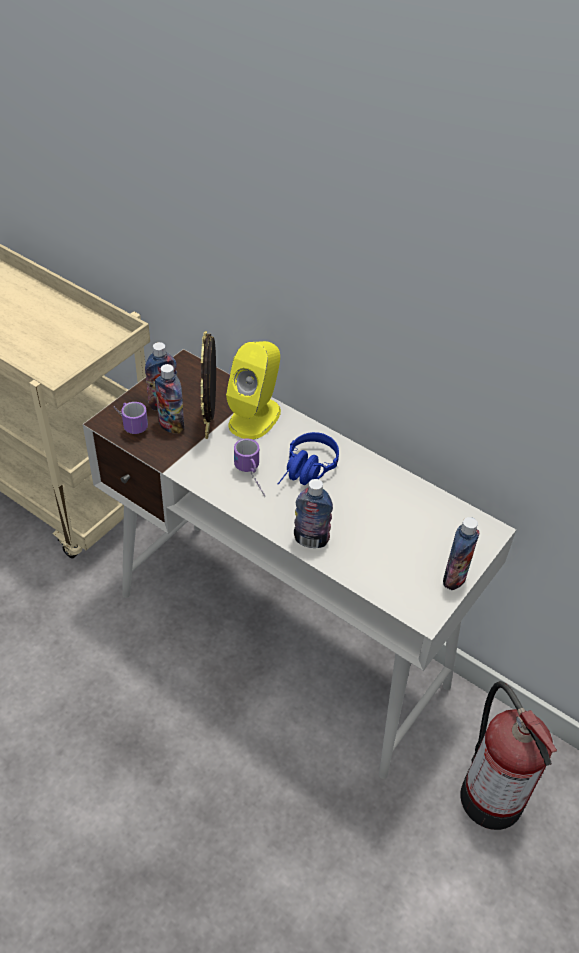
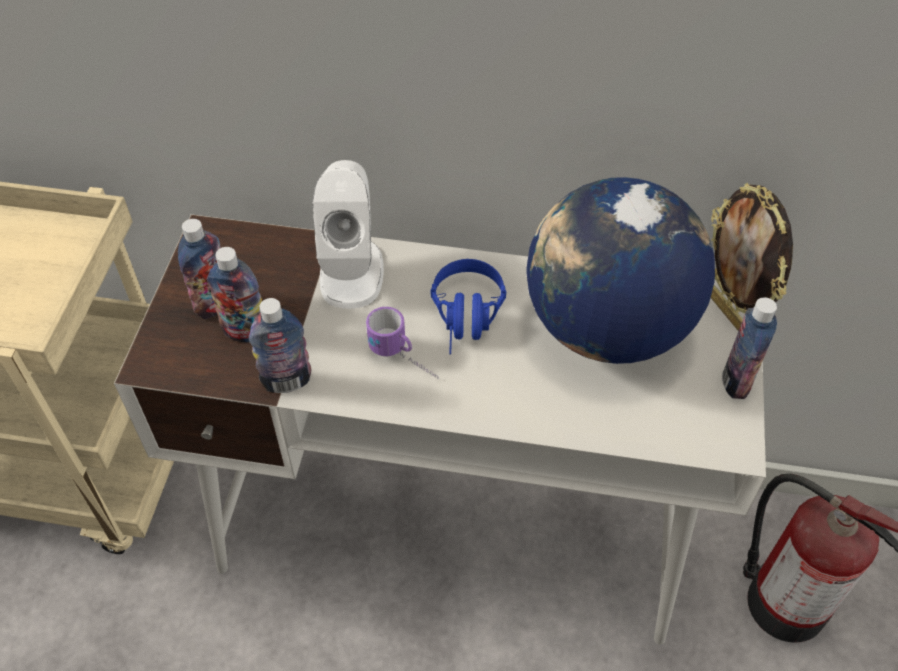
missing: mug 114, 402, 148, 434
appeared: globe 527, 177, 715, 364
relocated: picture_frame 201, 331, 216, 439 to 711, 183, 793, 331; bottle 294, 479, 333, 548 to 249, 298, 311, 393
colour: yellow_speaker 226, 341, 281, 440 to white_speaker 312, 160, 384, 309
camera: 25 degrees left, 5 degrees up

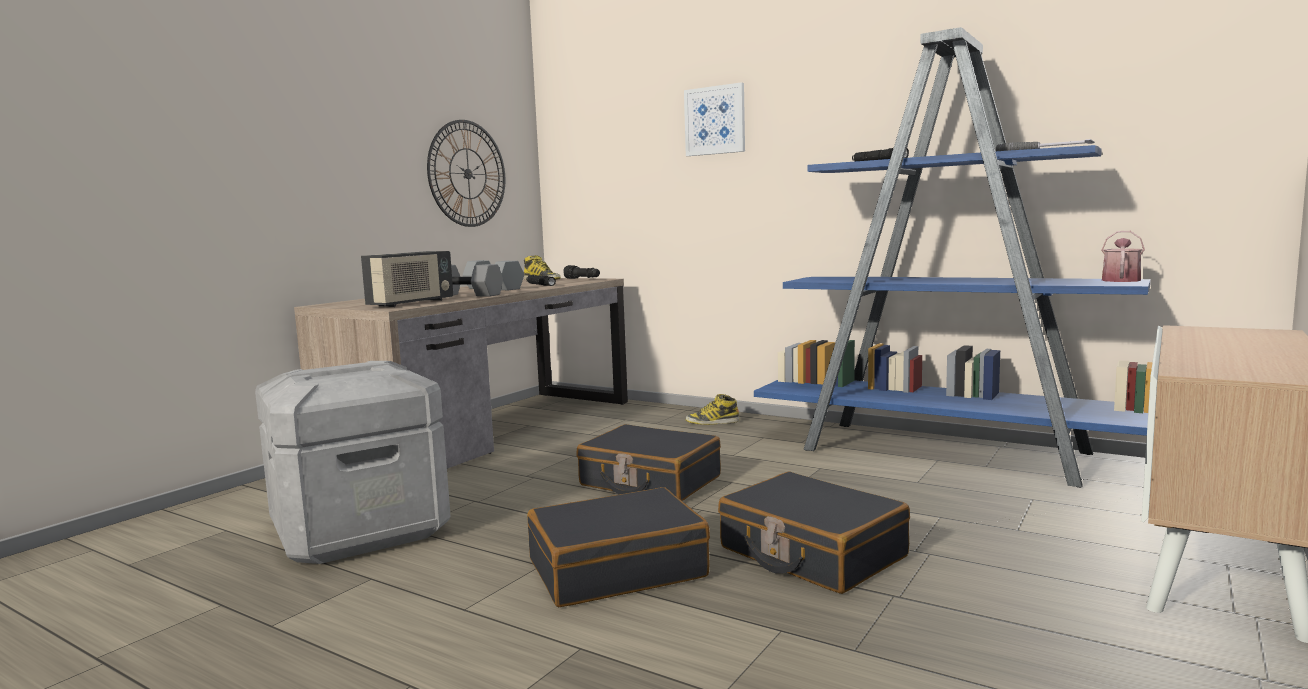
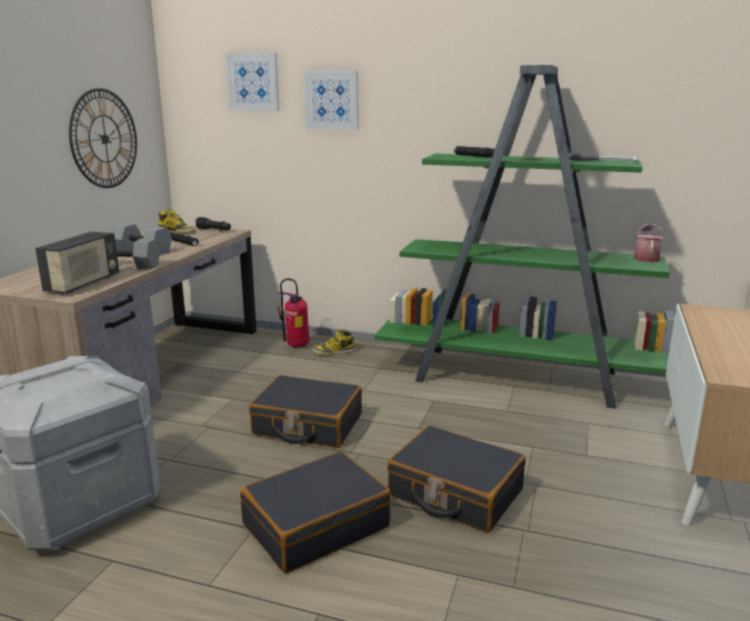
appeared: picture 226, 53, 279, 111; fire_extinguisher 277, 278, 310, 347
colour: blue_bookcase 754, 27, 1152, 488 to green_bookcase 375, 65, 674, 409
camera: 15 degrees left, 10 degrees up

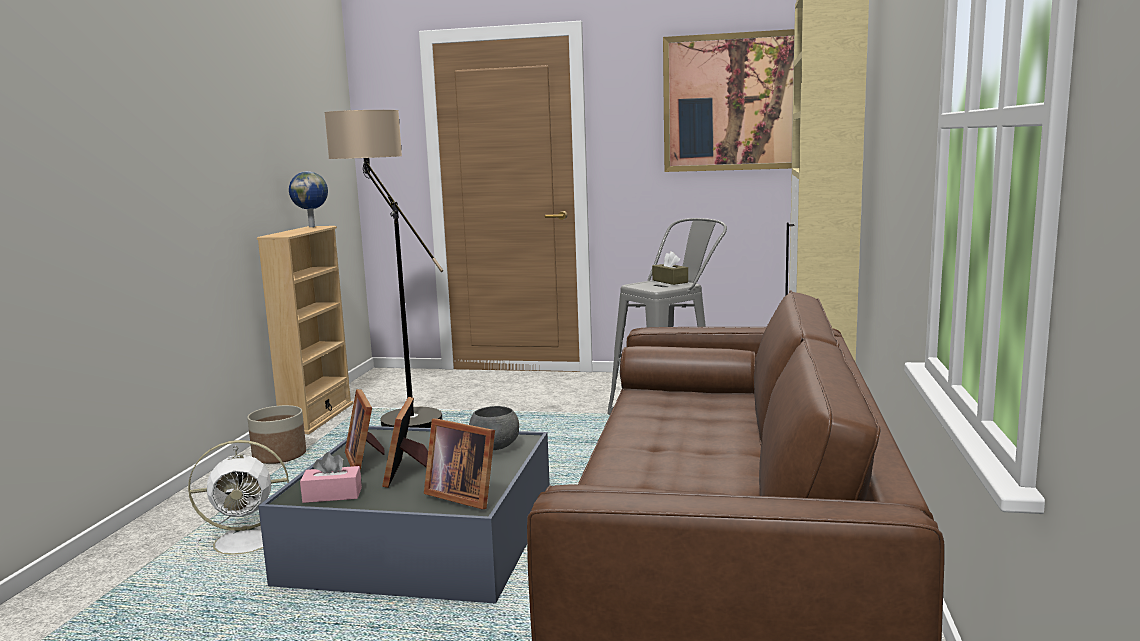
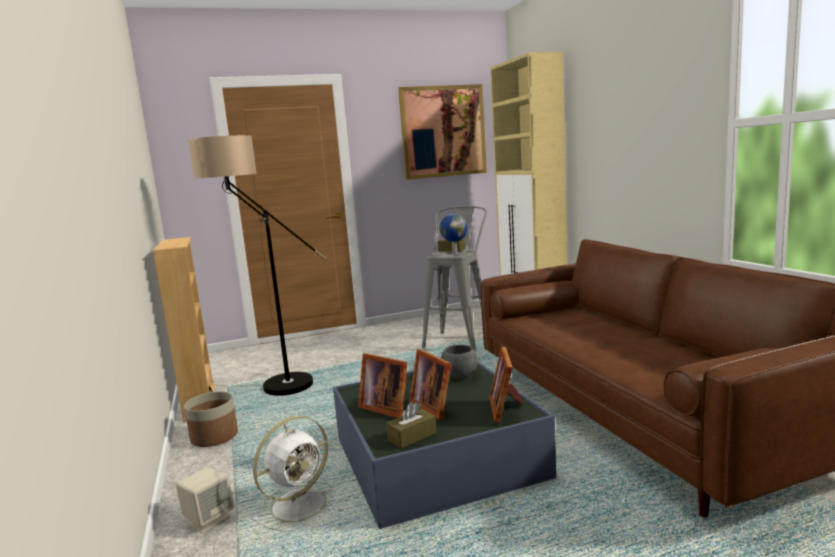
appeared: beige_speaker 176, 467, 234, 534
relocated: globe 289, 171, 328, 227 to 439, 214, 468, 255
colour: pink_tissue_box 300, 452, 362, 503 to brown_tissue_box 386, 402, 437, 449
spun: picture_frame 424, 418, 495, 509 = 490, 347, 522, 423 90 degrees clockwise
camera: 30 degrees left, 0 degrees up

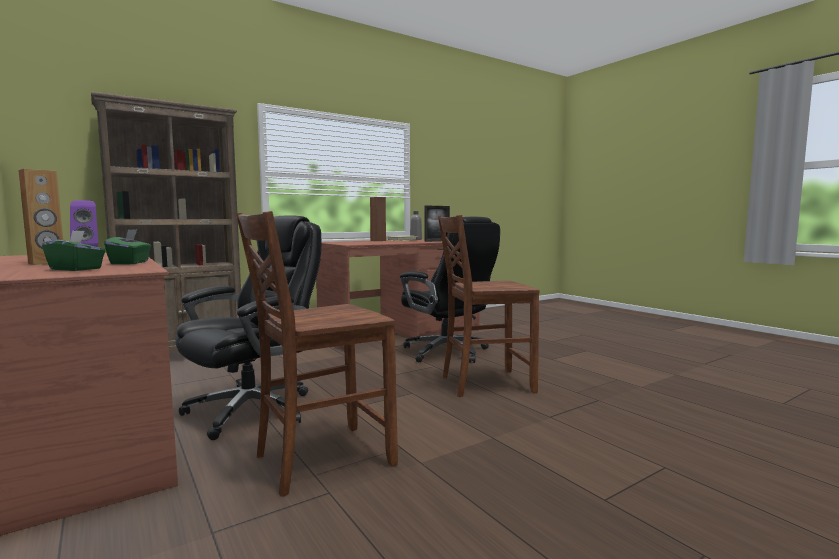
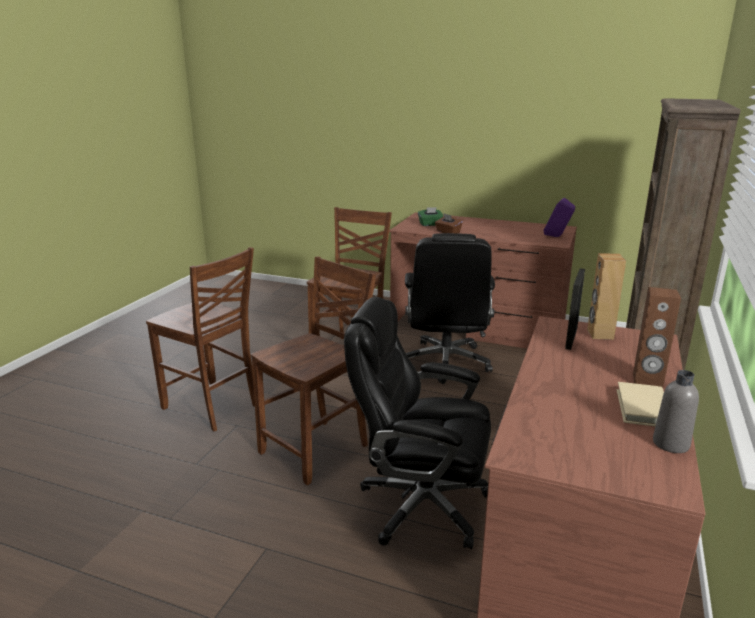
appeared: brown_chair 146, 247, 255, 431
relocated: brown_speaker 18, 169, 63, 265 to 587, 253, 626, 340; picture_frame 425, 206, 450, 242 to 565, 268, 585, 350
colour: green_tissue_box 104, 229, 151, 264 to brown_tissue_box 435, 213, 463, 233
camera: 145 degrees right, 15 degrees up

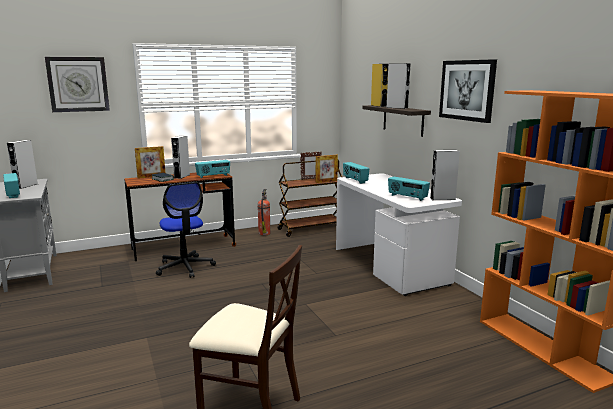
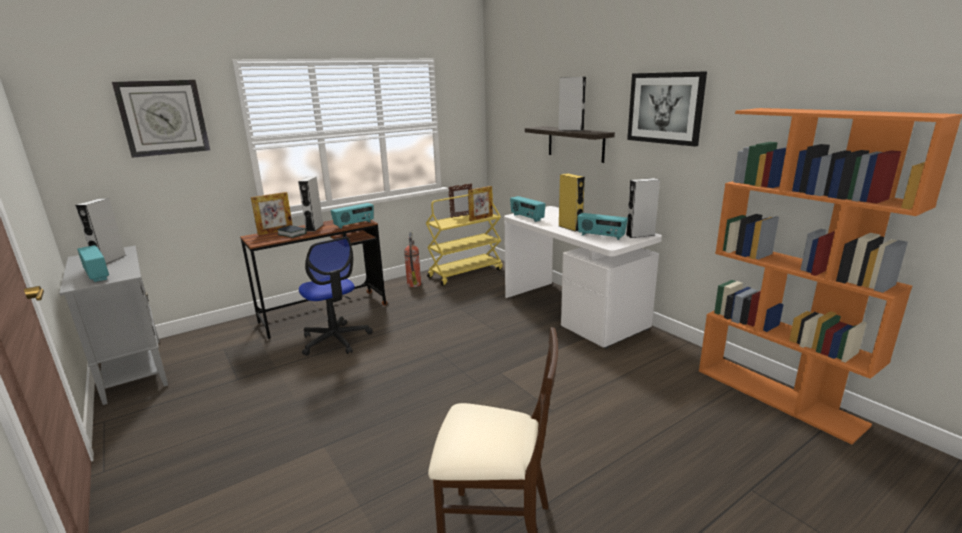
relocated: yellow_speaker 371, 64, 388, 107 to 559, 173, 585, 232
colour: brown_cart 277, 160, 342, 237 to yellow_cart 426, 193, 502, 286
camera: 10 degrees left, 5 degrees up

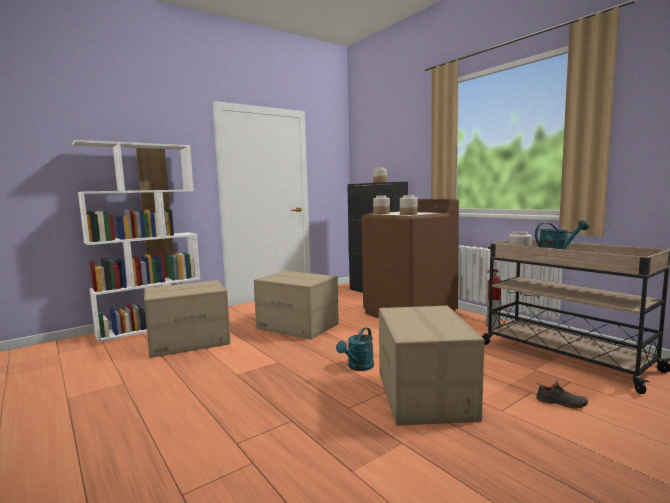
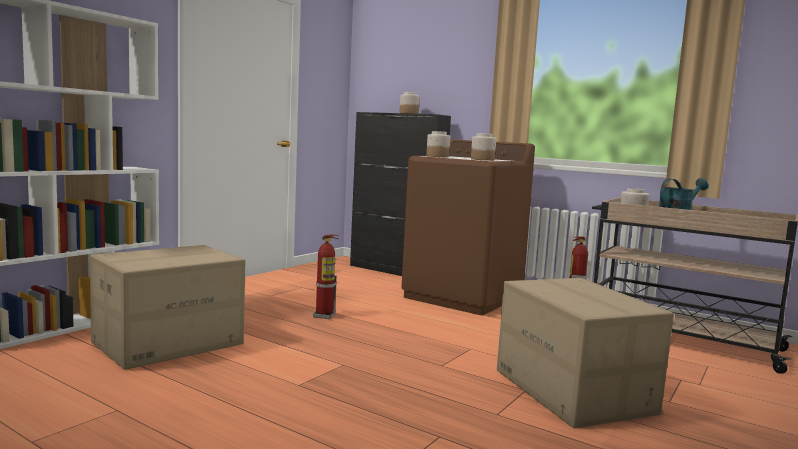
missing: turquoise_watering_can 336, 327, 374, 371; black_shoe 536, 379, 588, 409
exchanged: cardboard_box 254, 271, 339, 340 to fire_extinguisher 313, 234, 339, 319
camera: 20 degrees left, 0 degrees up

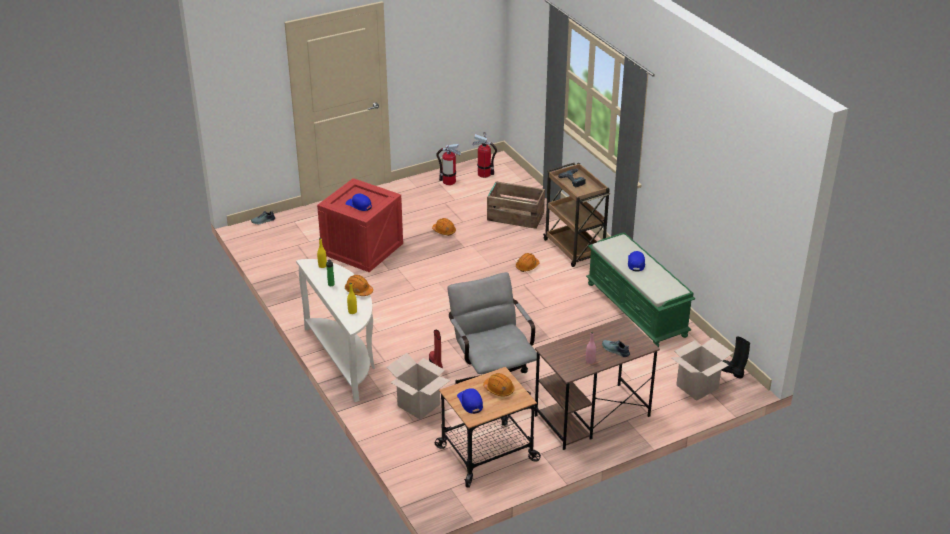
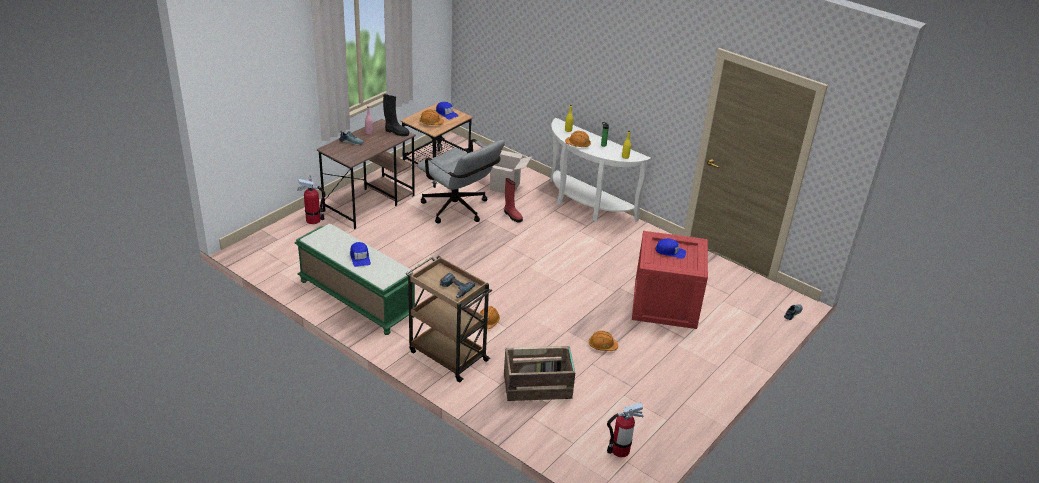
missing: cardboard_box 670, 338, 733, 401
relocated: fire_extinguisher 436, 144, 461, 185 to 297, 176, 326, 224; black_boot 722, 337, 750, 378 to 383, 94, 409, 136
camera: 155 degrees right, 0 degrees up

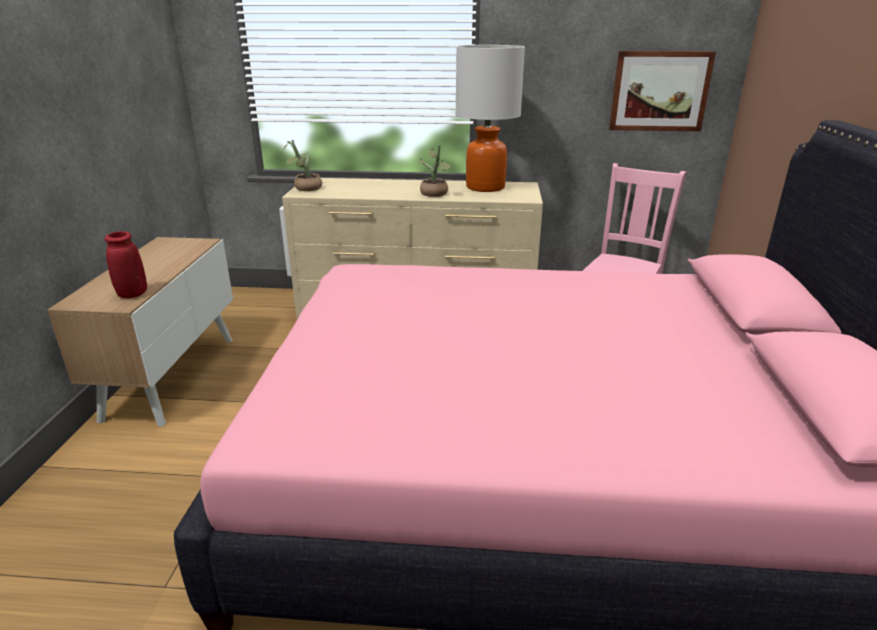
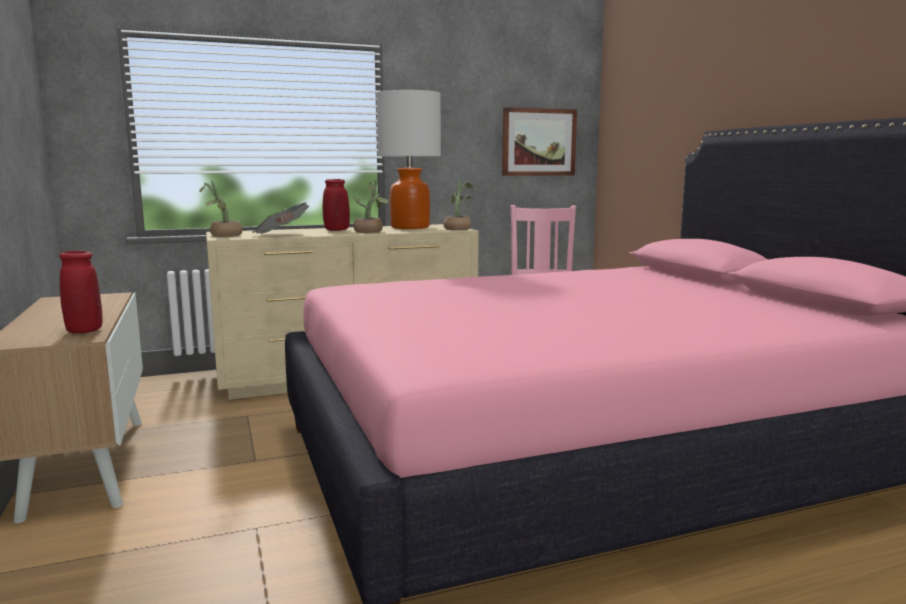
appeared: newspaper 252, 202, 309, 234; red_vase 323, 179, 350, 231; potted_plant 443, 179, 473, 230
camera: 25 degrees left, 15 degrees down

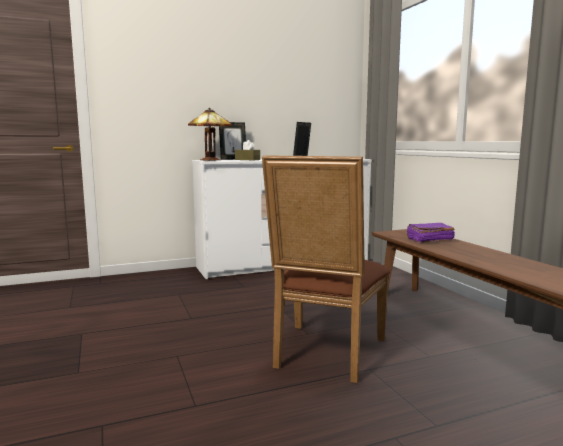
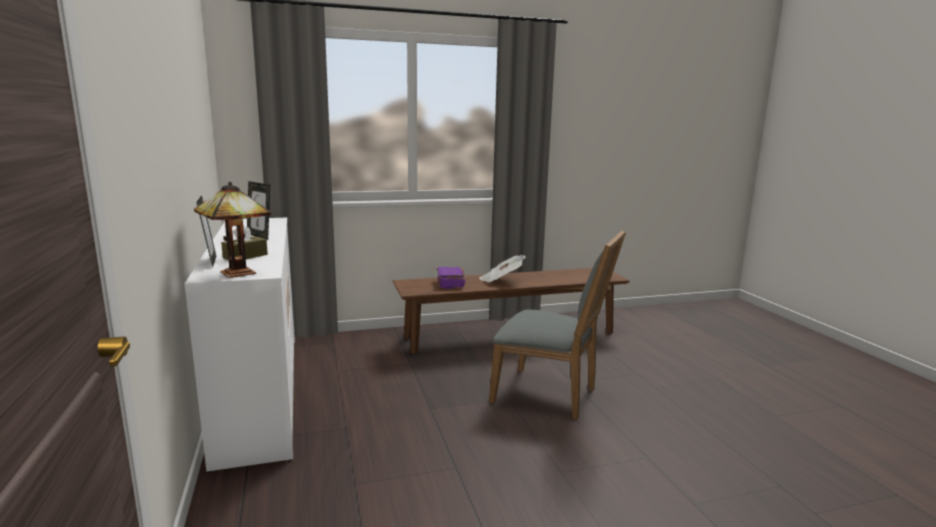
appeared: newspaper 479, 255, 526, 283
colour: brown_chair 262, 155, 391, 383 to grey_chair 489, 230, 626, 420
camera: 85 degrees left, 5 degrees up

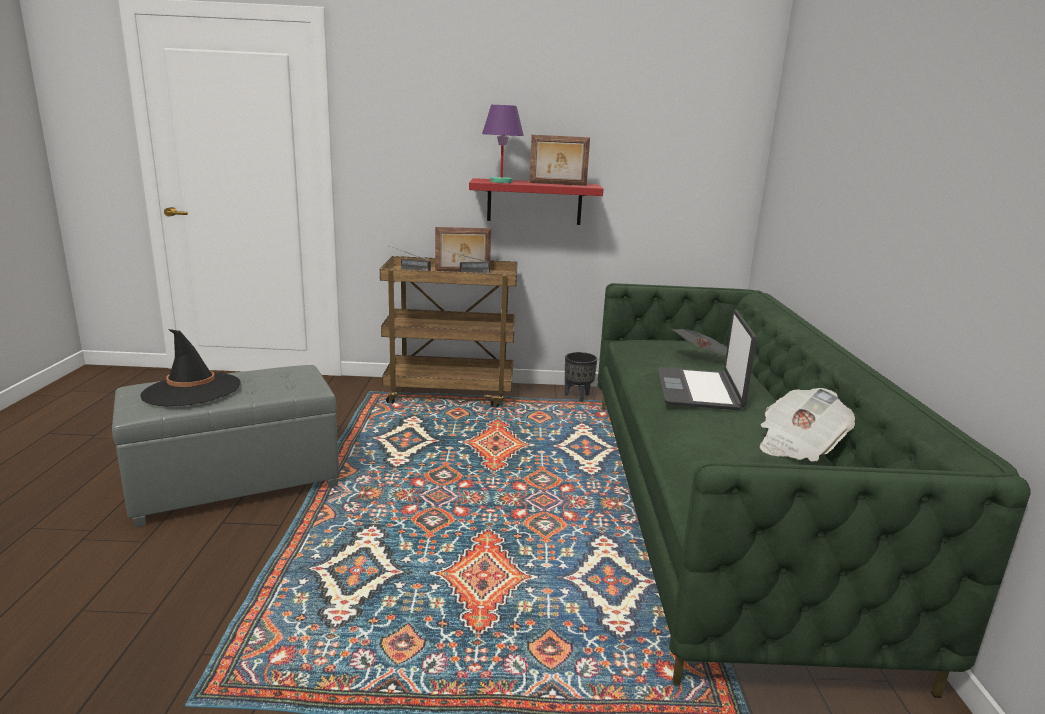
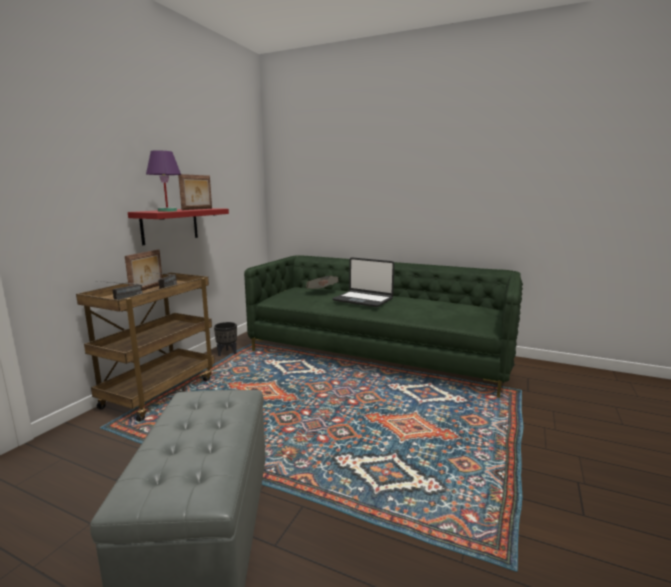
missing: black_hat 141, 329, 241, 406; newspaper 760, 388, 855, 461
camera: 65 degrees left, 5 degrees down

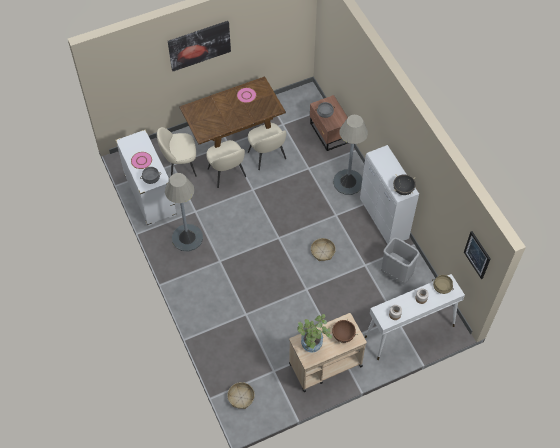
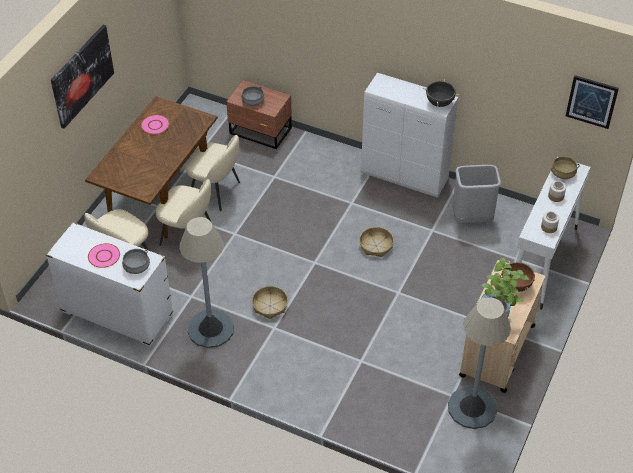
relocated: basket 227, 382, 255, 409 to 252, 286, 288, 319; grey_floor_lamp 333, 115, 368, 195 to 448, 297, 511, 429
camera: 40 degrees left, 10 degrees down

